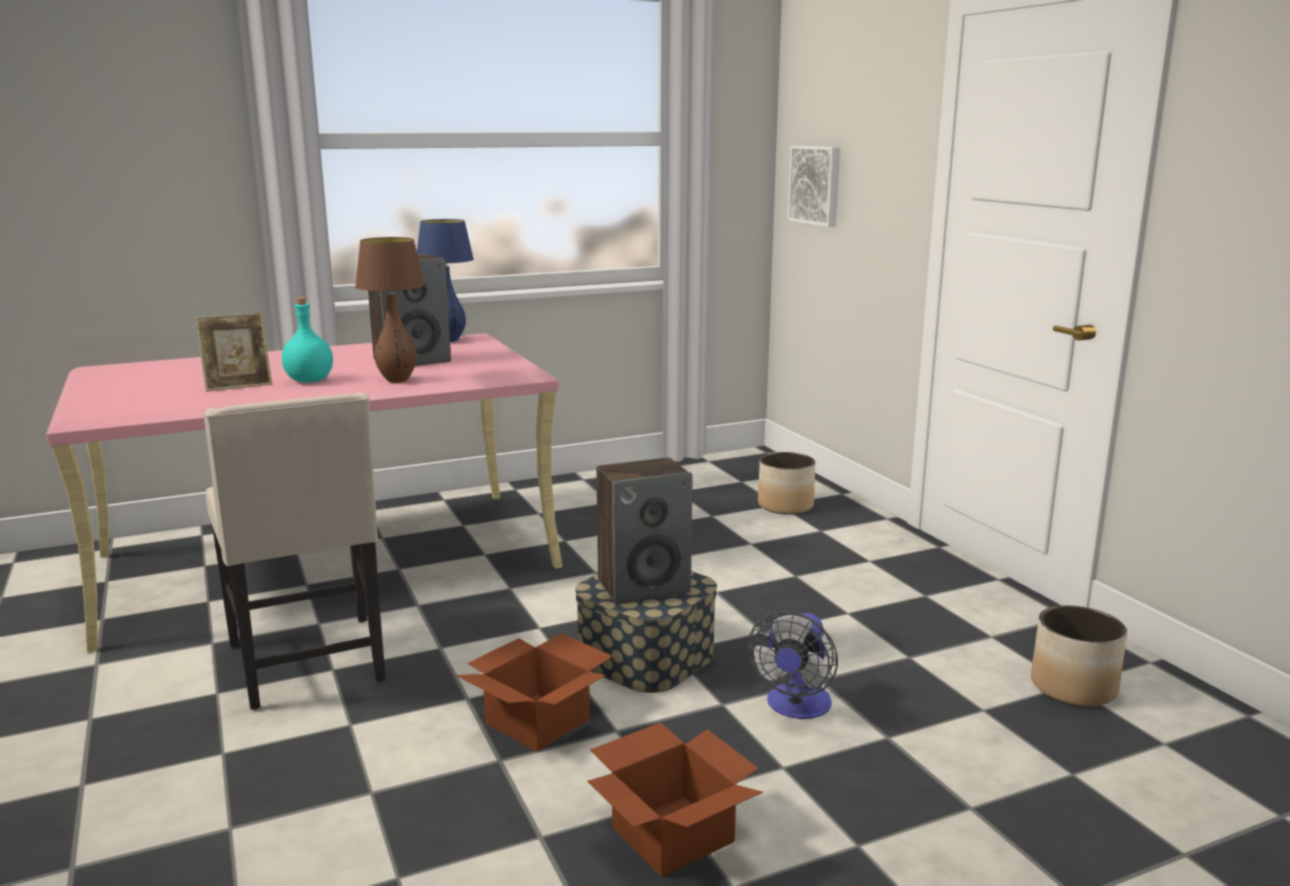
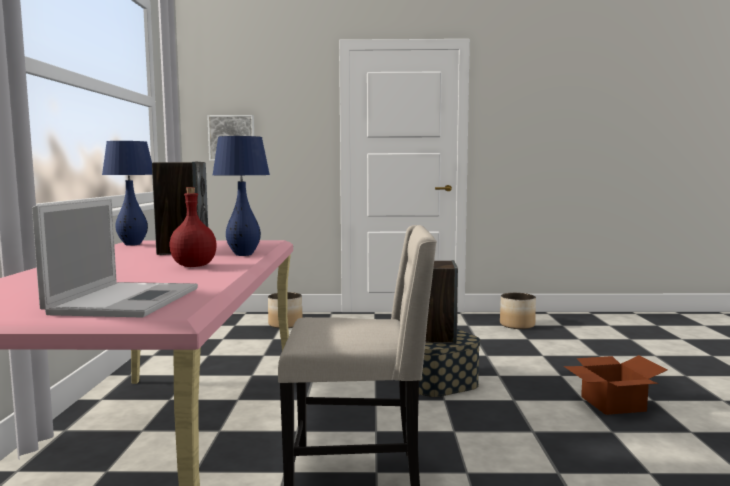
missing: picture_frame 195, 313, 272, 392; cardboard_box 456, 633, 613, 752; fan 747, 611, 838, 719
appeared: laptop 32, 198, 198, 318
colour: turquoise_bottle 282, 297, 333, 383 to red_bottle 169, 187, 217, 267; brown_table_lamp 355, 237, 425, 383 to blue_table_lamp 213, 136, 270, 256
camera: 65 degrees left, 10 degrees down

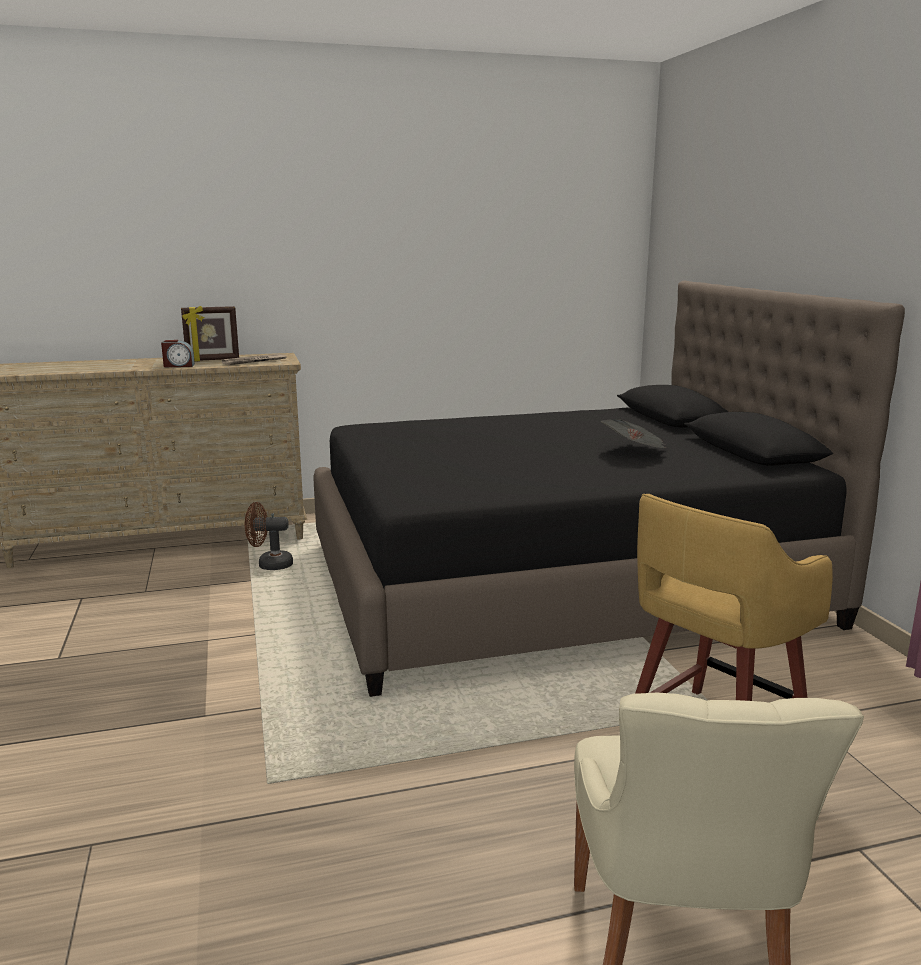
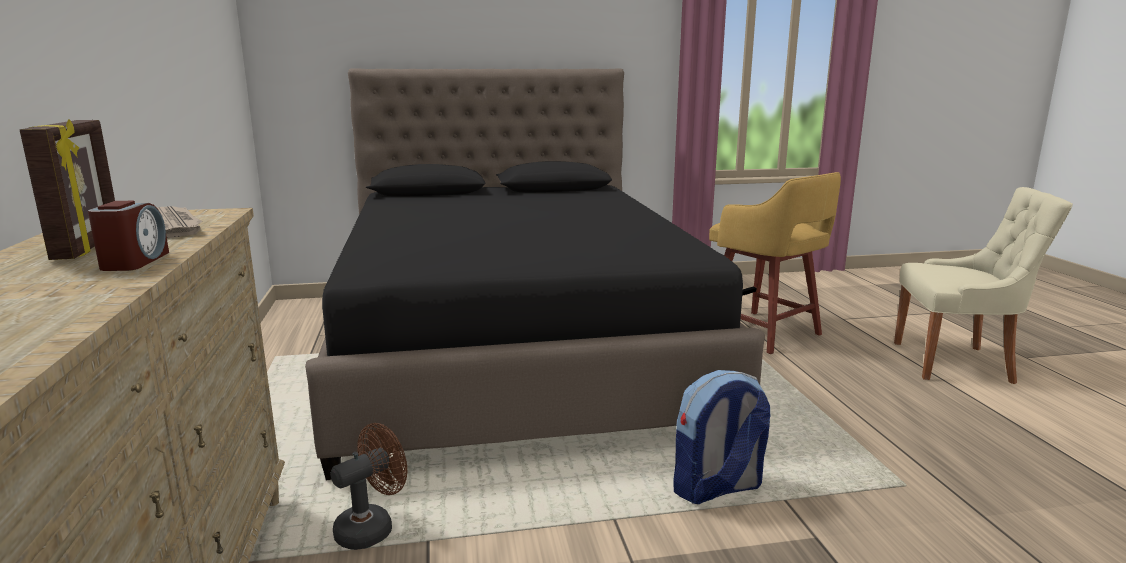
missing: newspaper 600, 419, 666, 448
appeared: backpack 673, 370, 770, 504
spun: brown_fan 245, 502, 293, 570 = 331, 423, 407, 550 135 degrees counterclockwise
camera: 85 degrees left, 0 degrees up

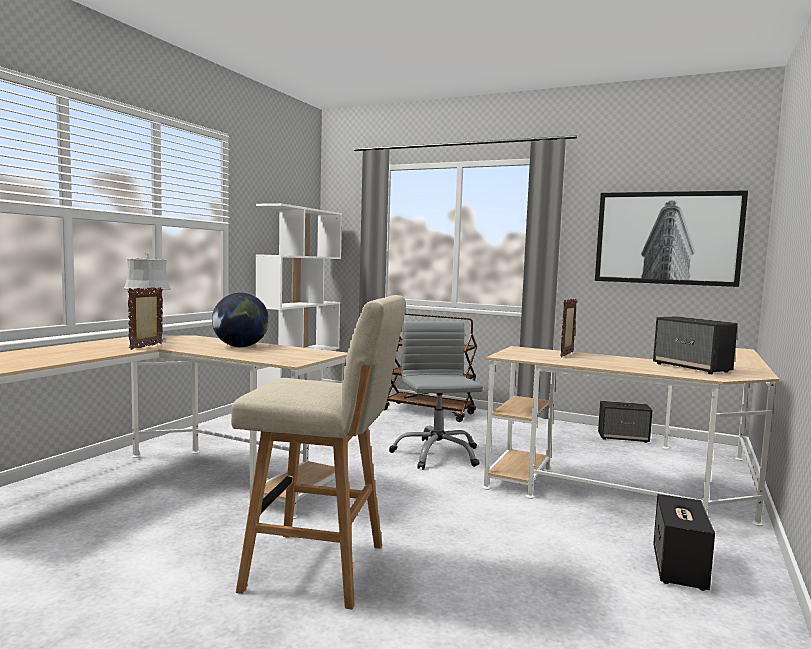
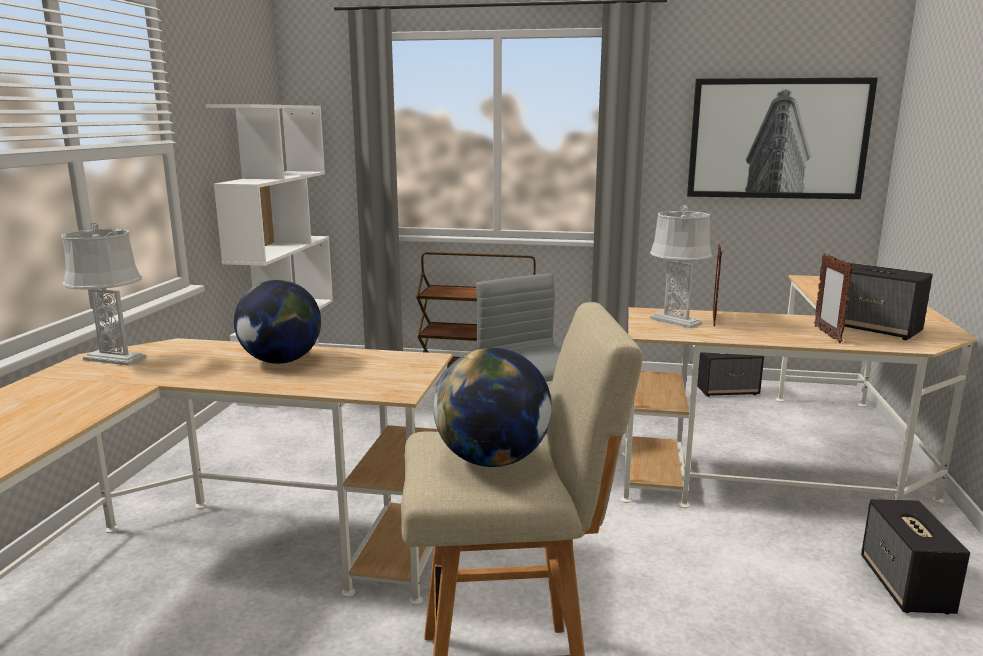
appeared: globe 433, 348, 552, 467; grey_table_lamp 650, 205, 712, 328
relocated: picture_frame 128, 287, 163, 350 to 814, 253, 853, 343
camera: 15 degrees left, 10 degrees up

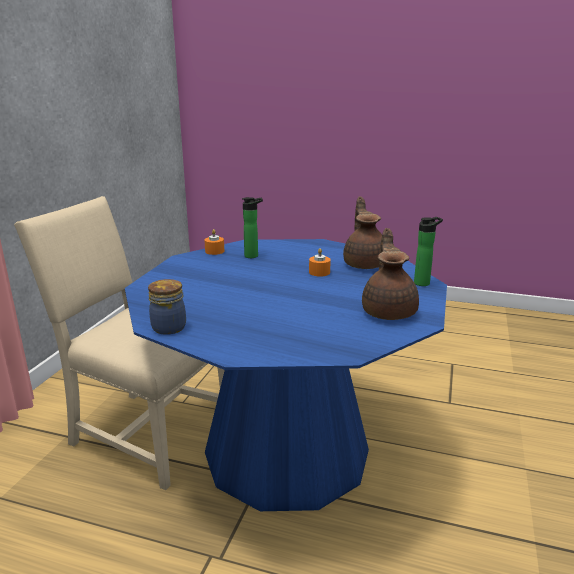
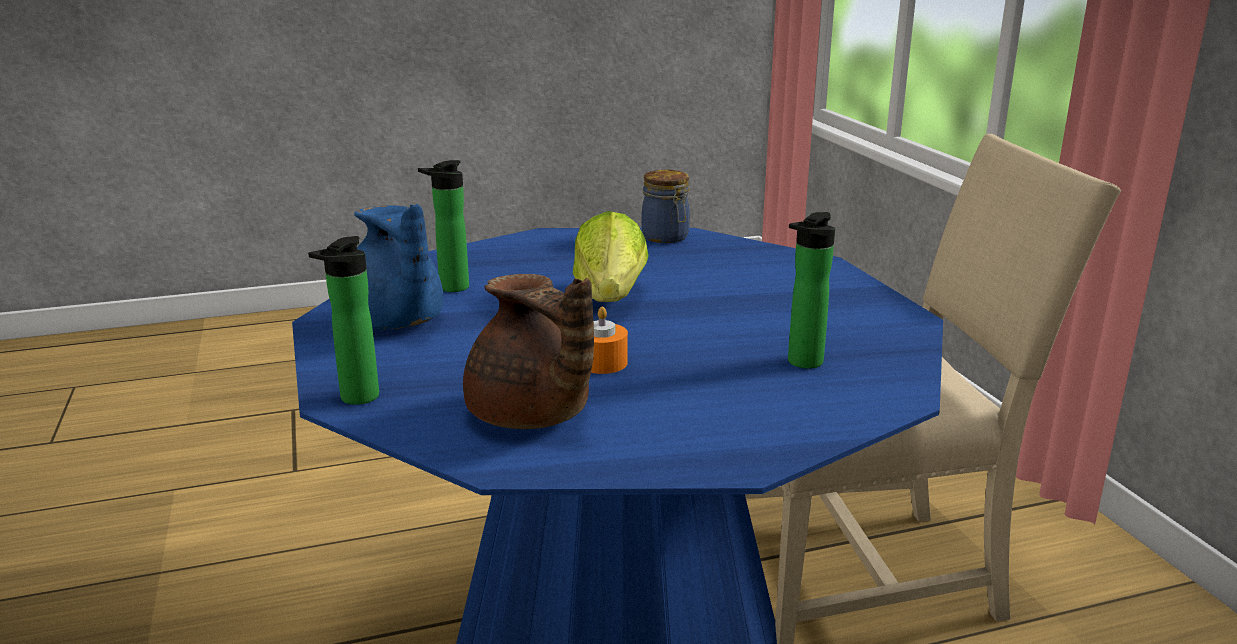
missing: orange_candle 205, 229, 224, 255
appeared: bottle 418, 160, 469, 292; lettuce 573, 211, 649, 302
colour: brown_teapot 362, 228, 419, 320 to blue_teapot 354, 204, 443, 330
camera: 145 degrees right, 0 degrees up

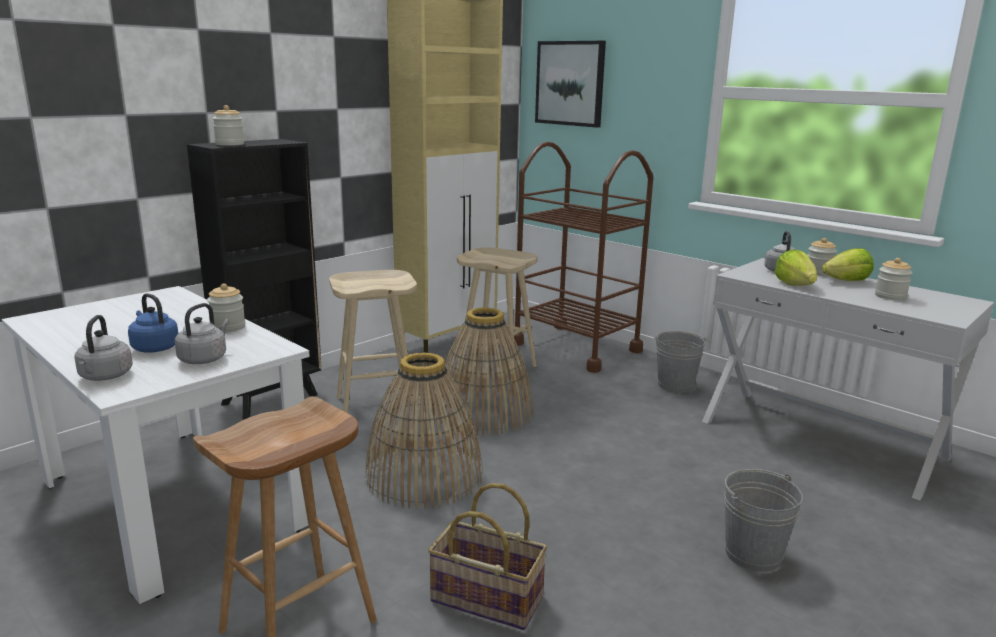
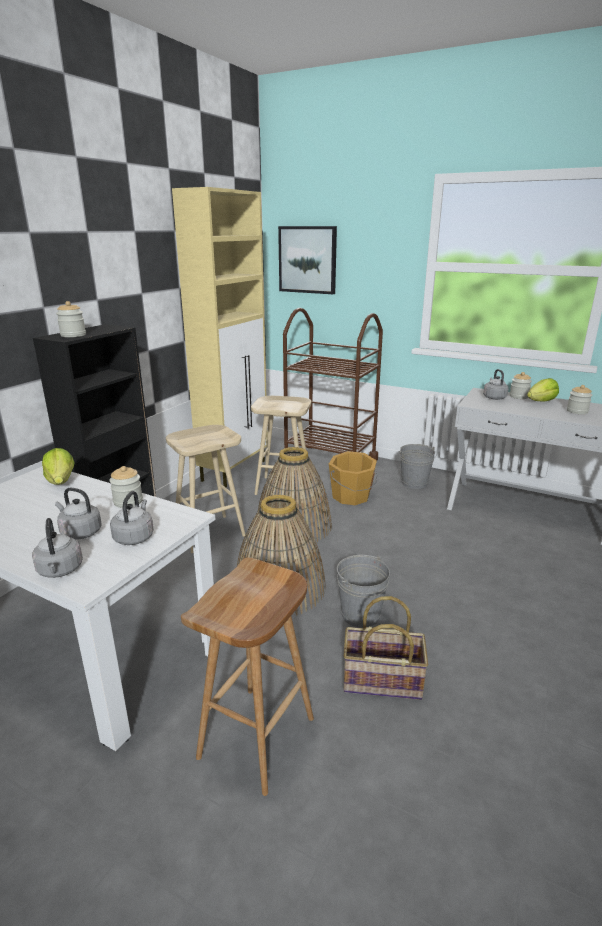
appeared: orange_bucket 329, 451, 378, 505
relocated: grey_bucket 724, 469, 803, 572 to 337, 555, 390, 628; lettuce 775, 249, 817, 286 to 42, 448, 75, 485
colour: blue_kettle 128, 293, 178, 353 to grey_kettle 55, 487, 102, 540
camera: 15 degrees left, 5 degrees up

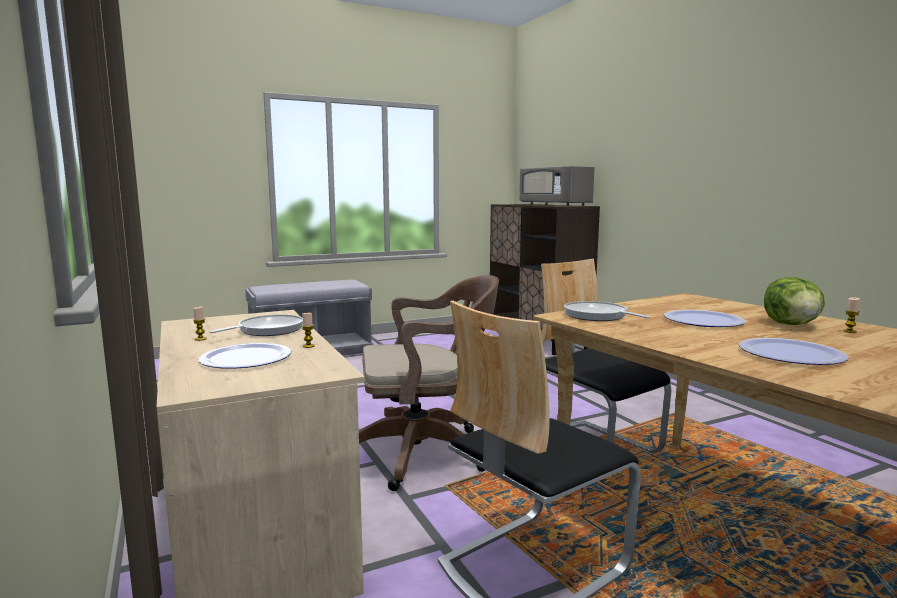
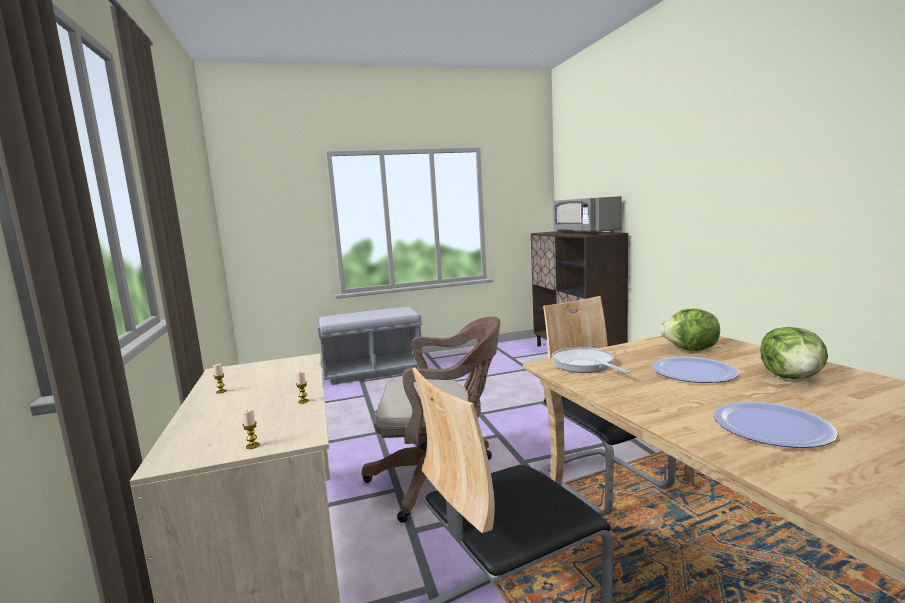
missing: plate 198, 343, 291, 369; frying_pan 209, 315, 303, 336
appeared: lettuce 660, 309, 720, 351
relocated: candle 843, 298, 860, 333 to 242, 408, 260, 449
camera: 10 degrees right, 0 degrees up

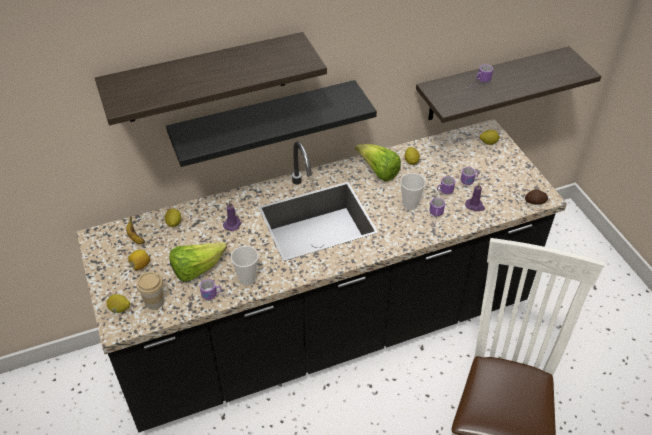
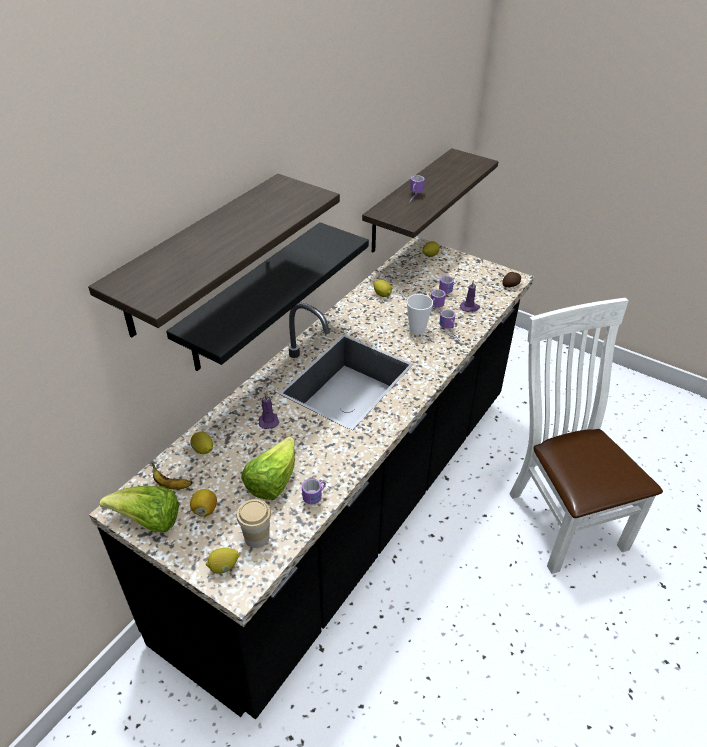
missing: cup 231, 246, 258, 285
relocated: lettuce 355, 144, 401, 182 to 100, 486, 179, 532
camera: 35 degrees left, 5 degrees down

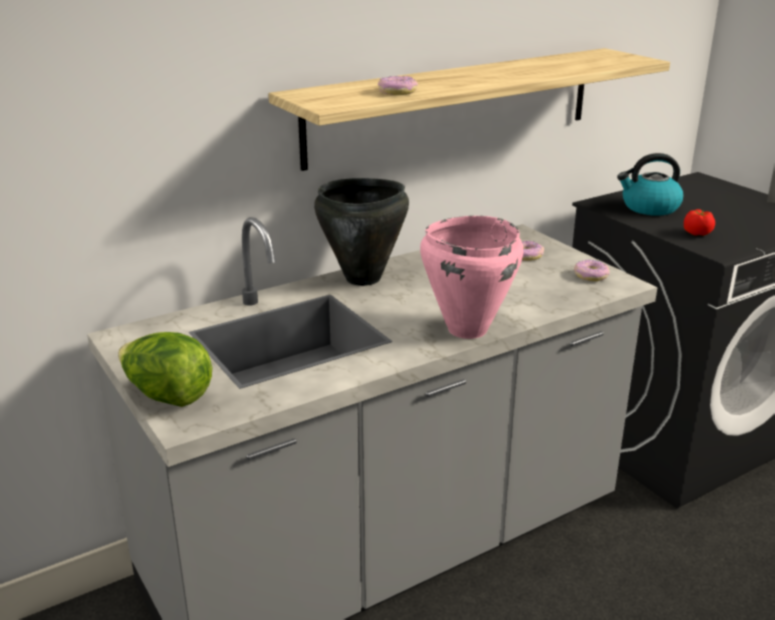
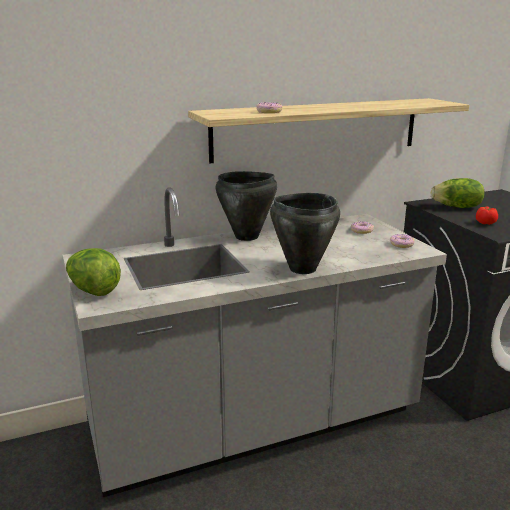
exchanged: kettle 617, 153, 684, 216 to lettuce 430, 178, 485, 208
colour: pink_cooking_pot 420, 216, 523, 339 to black_cooking_pot 270, 193, 340, 274
camera: 10 degrees right, 5 degrees down

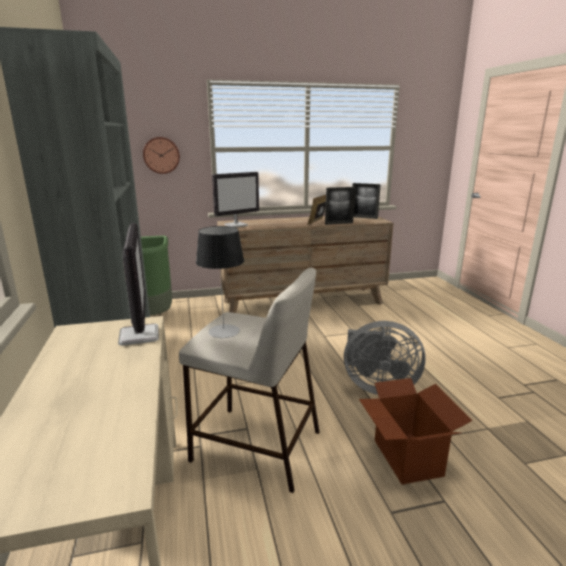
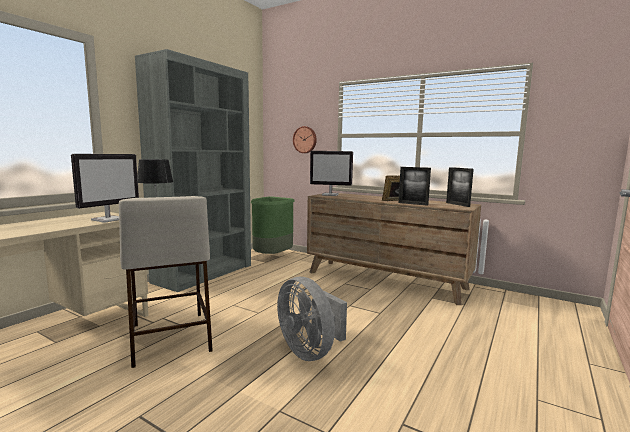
missing: cardboard_box 359, 378, 473, 485
camera: 45 degrees right, 10 degrees down

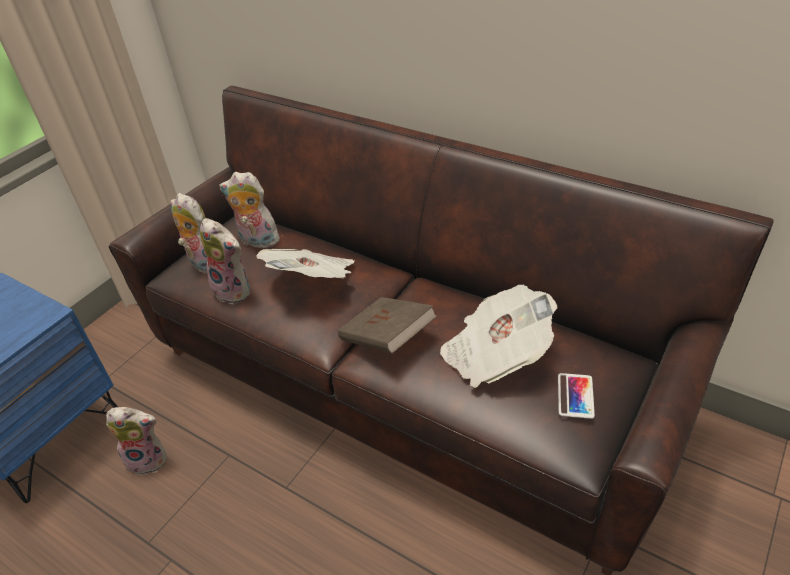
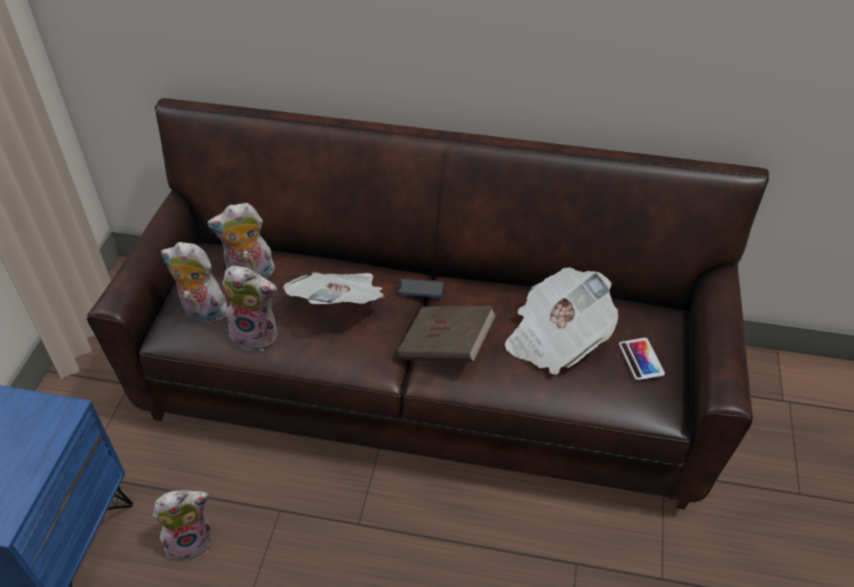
appeared: phone 397, 278, 445, 298
camera: 25 degrees left, 5 degrees up

